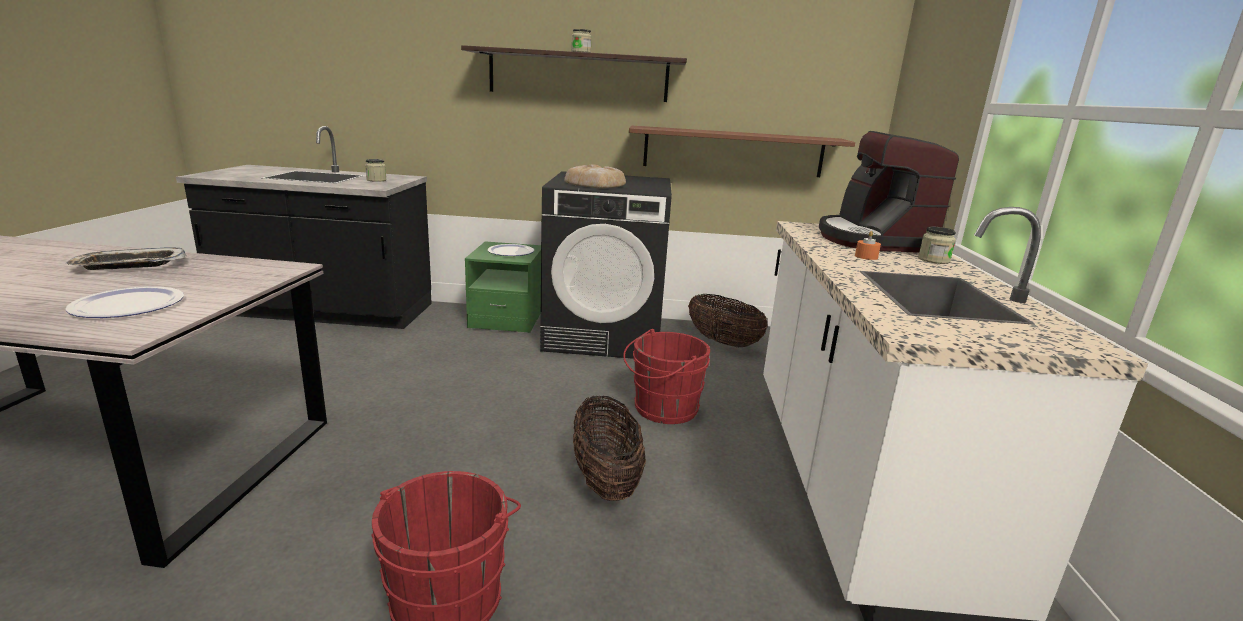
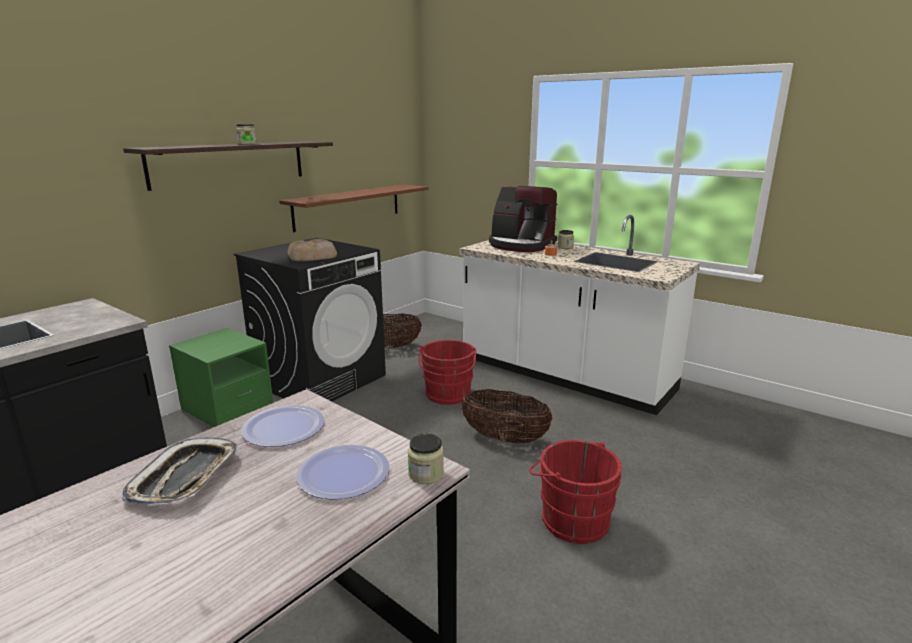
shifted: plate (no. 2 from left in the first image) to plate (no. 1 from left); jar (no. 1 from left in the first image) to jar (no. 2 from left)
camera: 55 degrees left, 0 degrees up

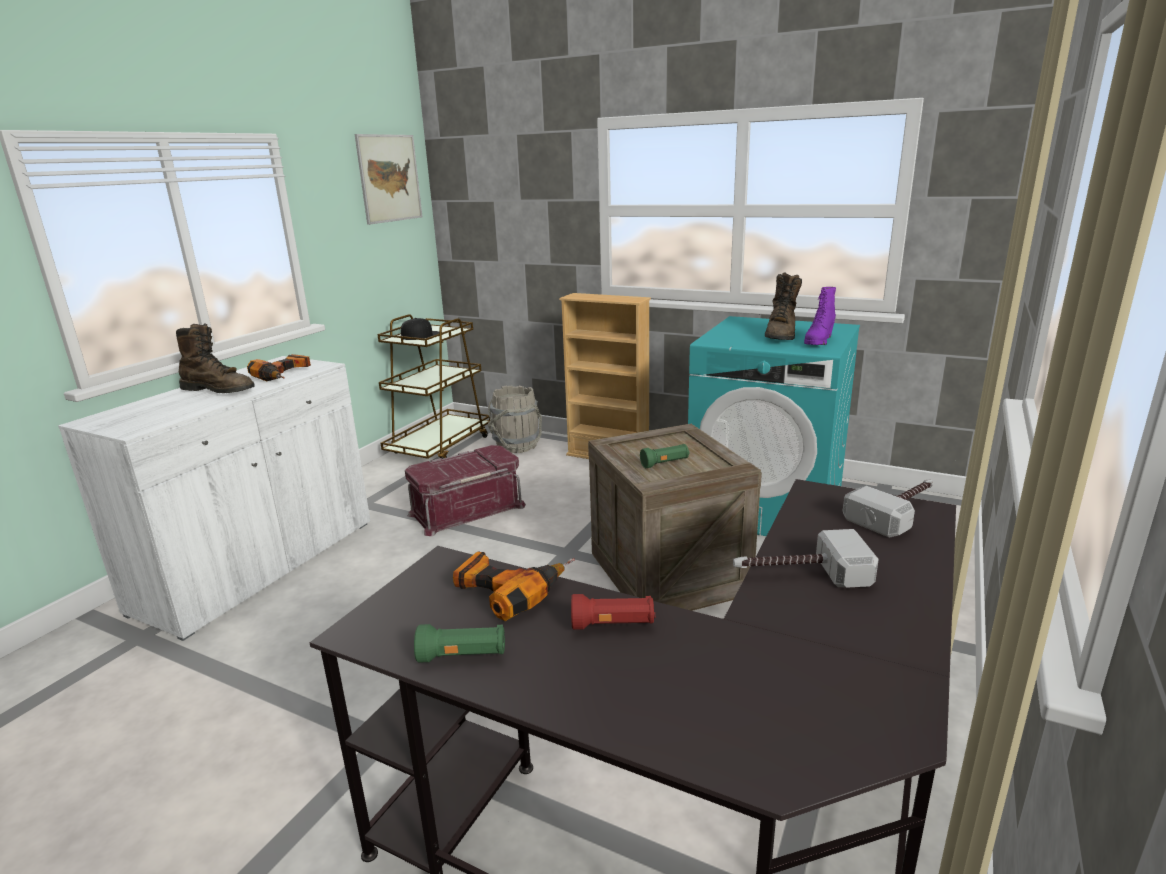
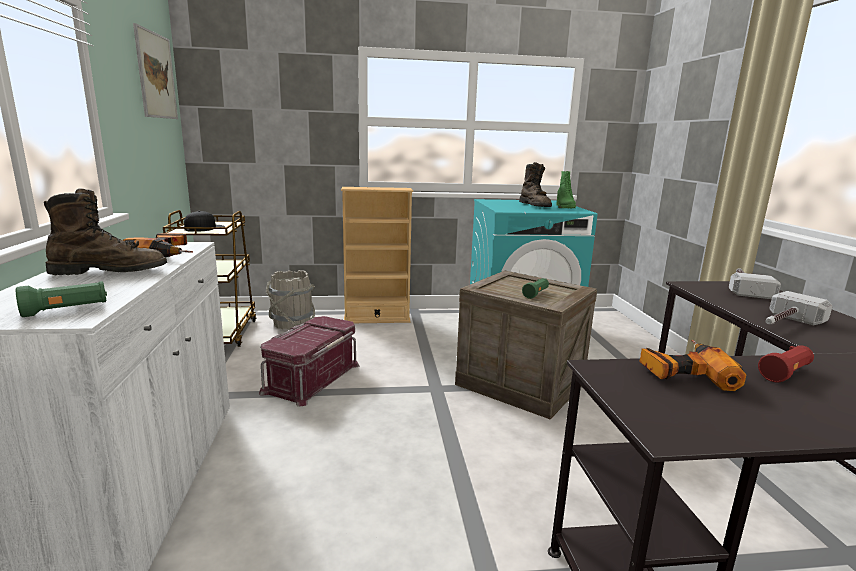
shifted: green flashlight (no. 1 from left)
repainted: purple boot to green boot
camera: 35 degrees left, 5 degrees down

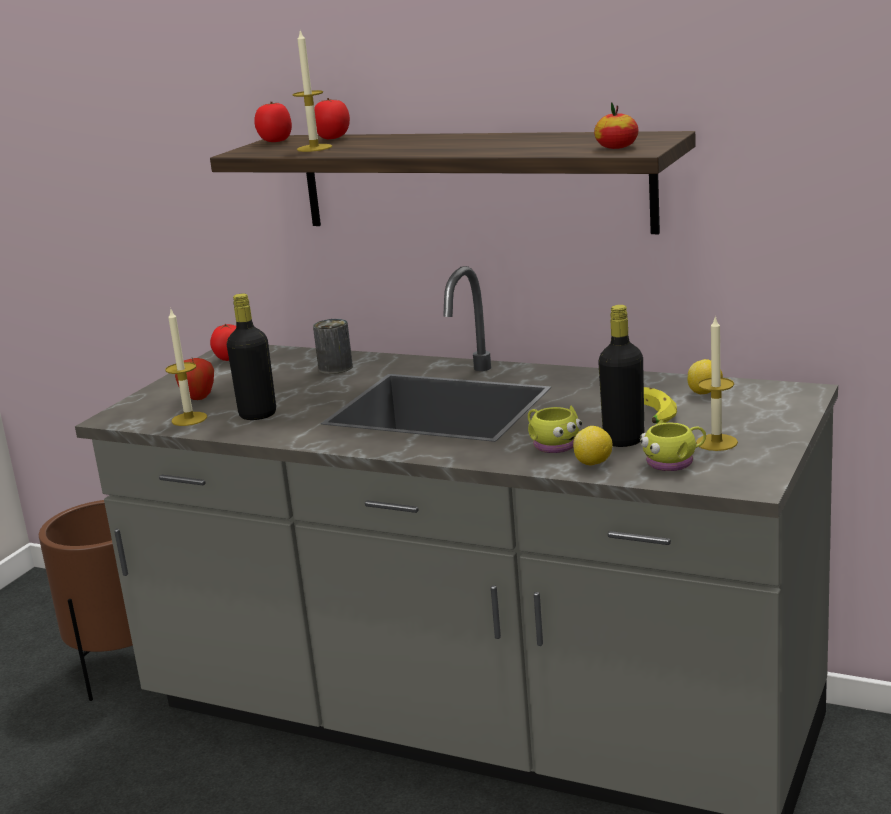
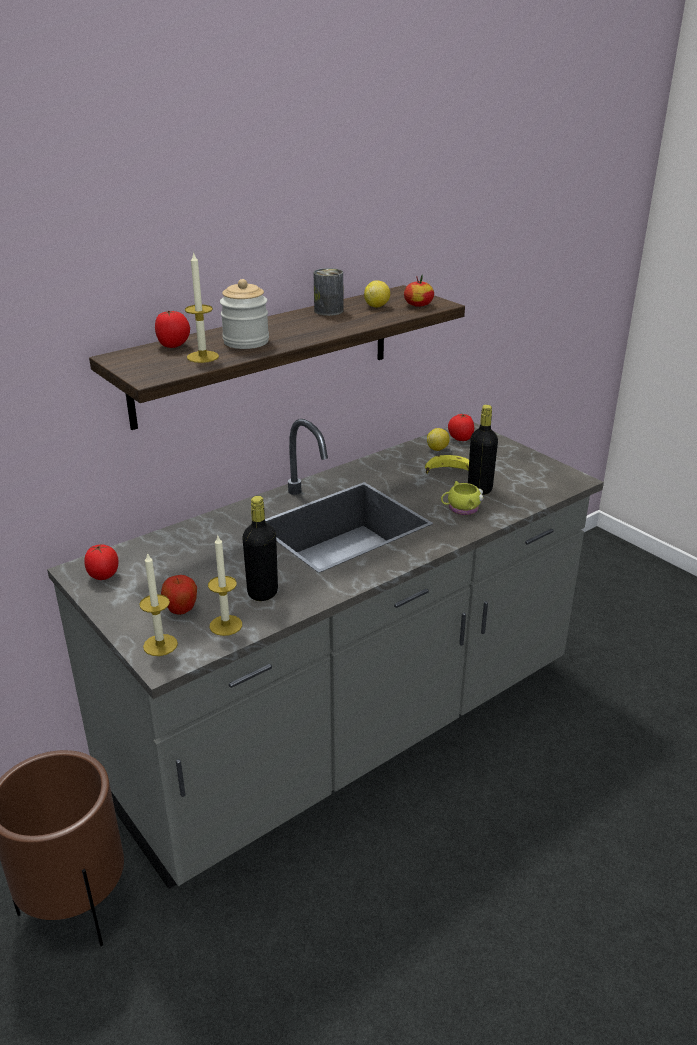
gone: yellow mug (no. 2 from left)
new: jar
shifted: candle (no. 3 from left in the first image) to candle (no. 1 from left); can; lemon (no. 1 from left); tomato (no. 2 from left in the first image) to tomato (no. 3 from left)
camera: 65 degrees left, 10 degrees up

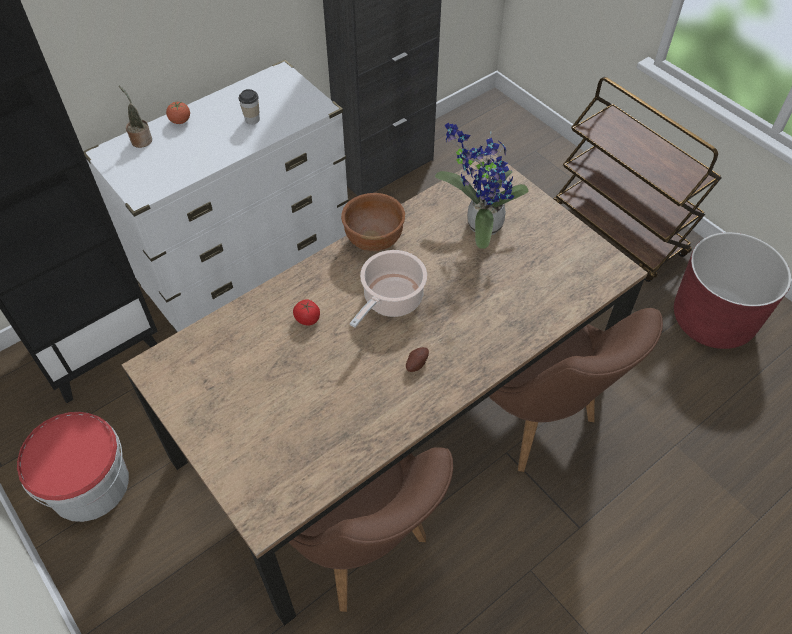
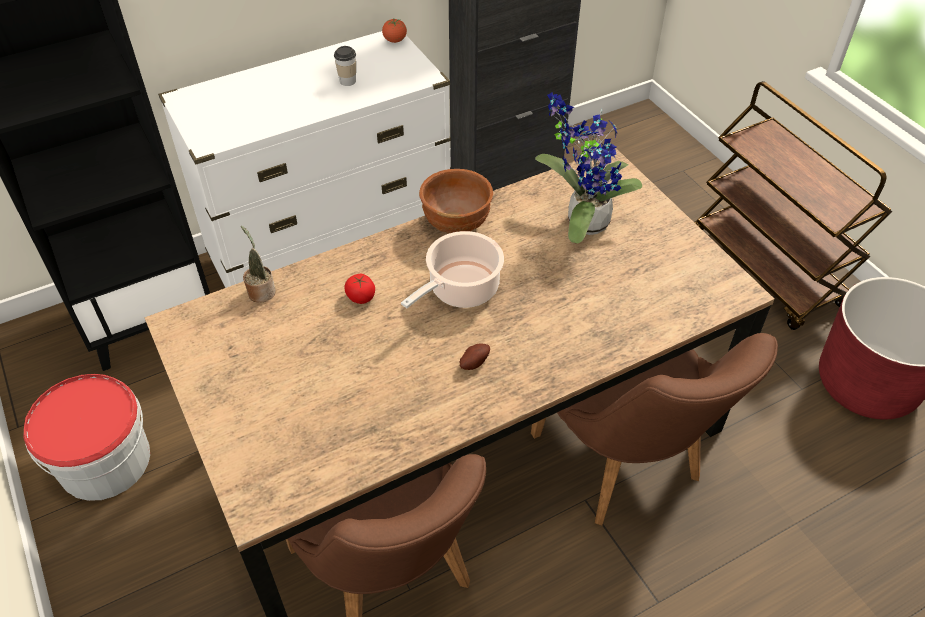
shifted: potted plant (no. 1 from left); tomato (no. 1 from left in the first image) to tomato (no. 2 from left)
camera: 10 degrees right, 5 degrees down

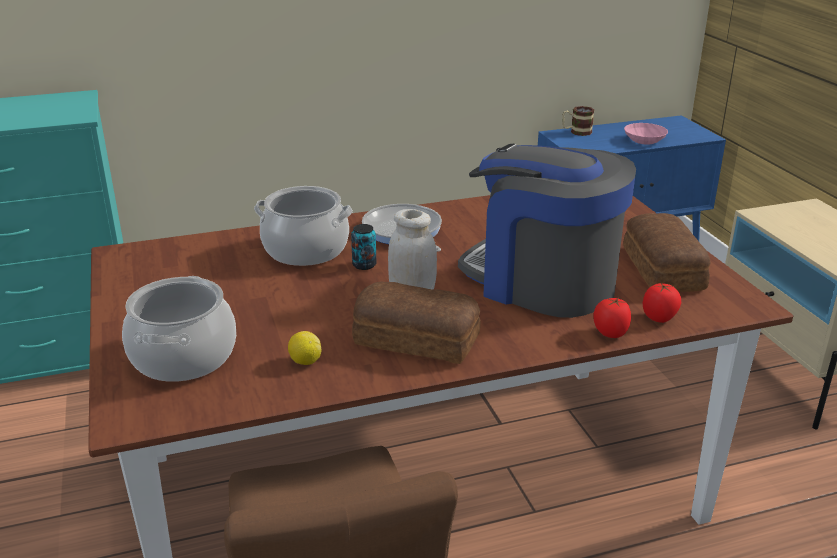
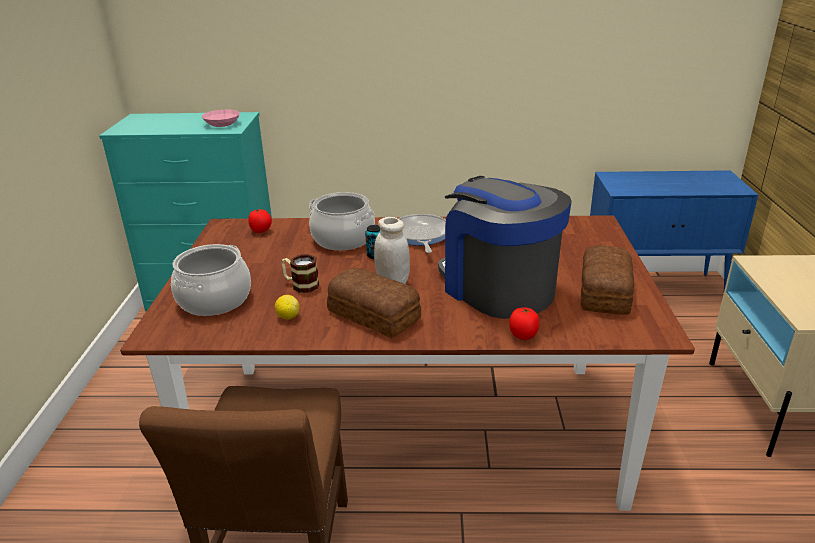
shifted: pink bowl; tomato (no. 2 from left in the first image) to tomato (no. 1 from left); mug
camera: 20 degrees right, 0 degrees up

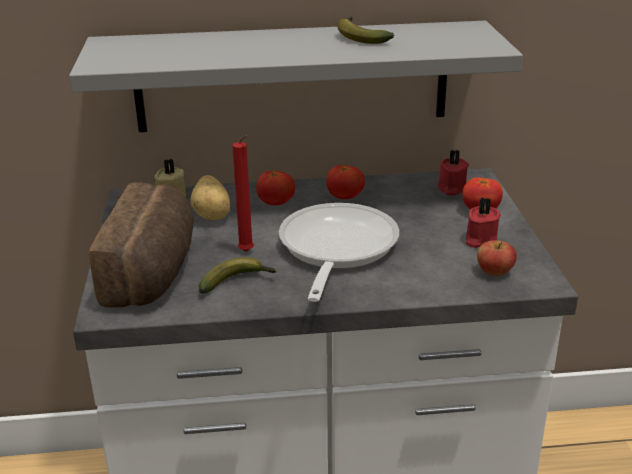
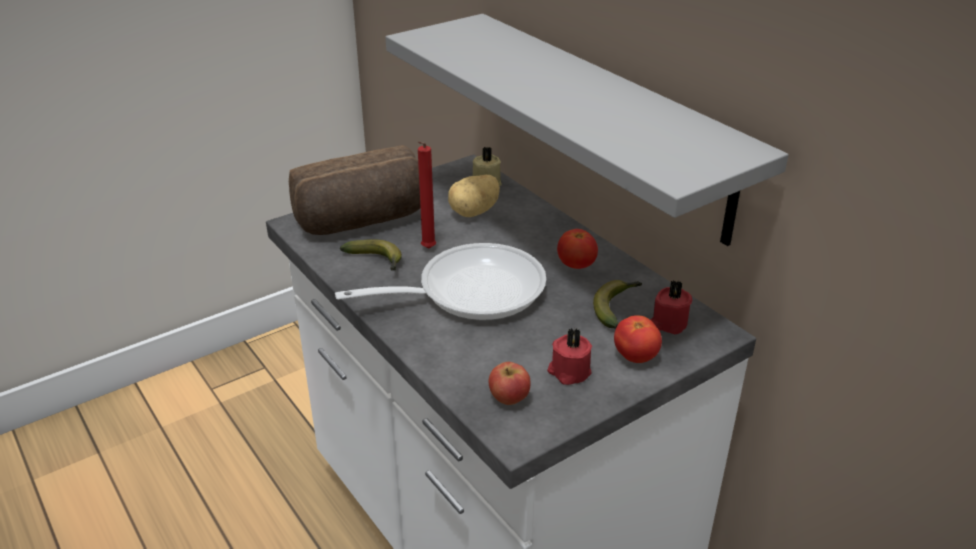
gone: tomato (no. 1 from left)
shifted: banana (no. 2 from left)
camera: 60 degrees right, 5 degrees up

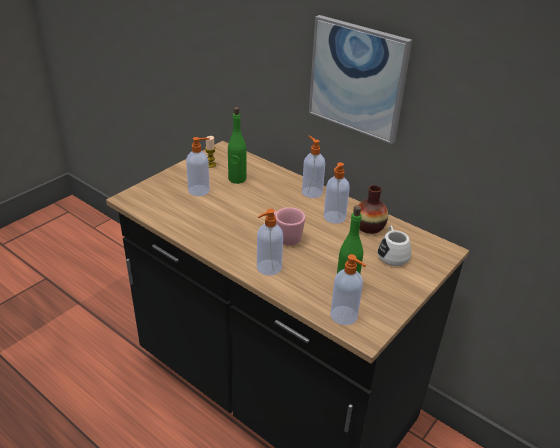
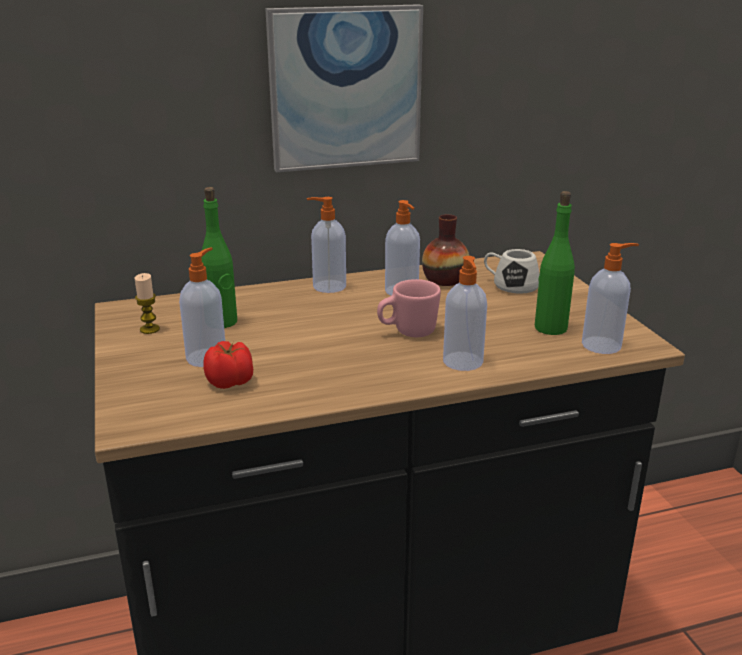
new: tomato
camera: 55 degrees left, 10 degrees down

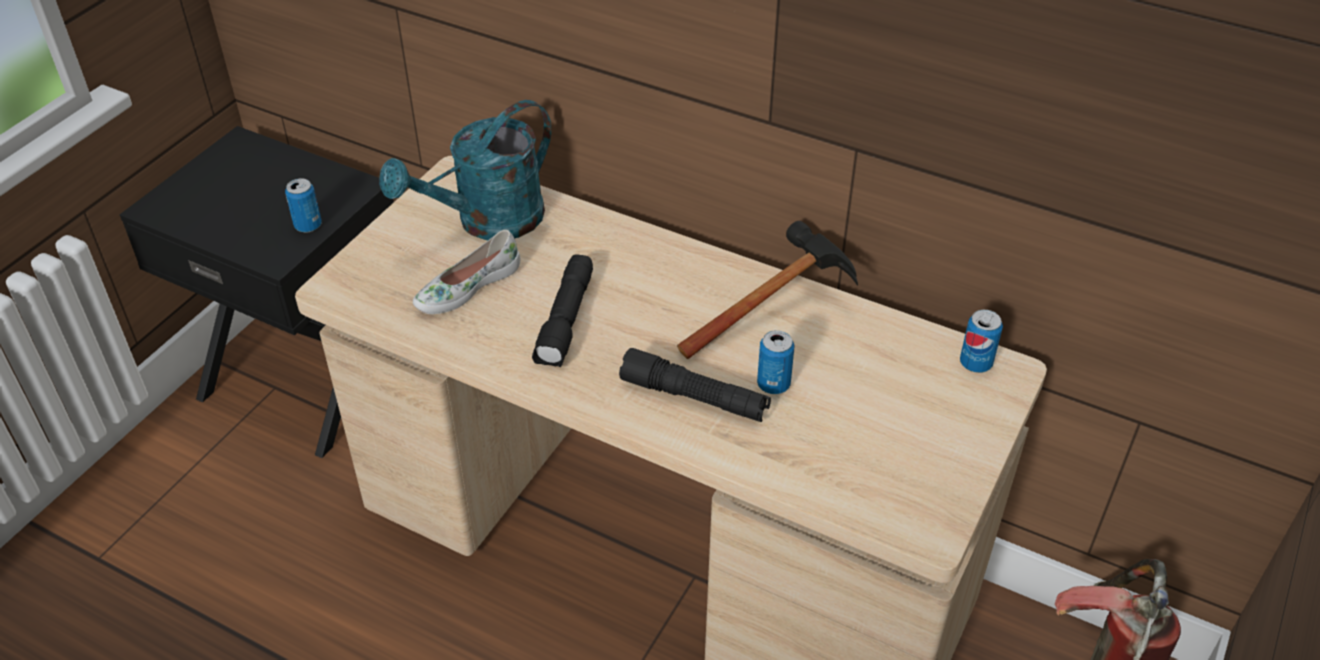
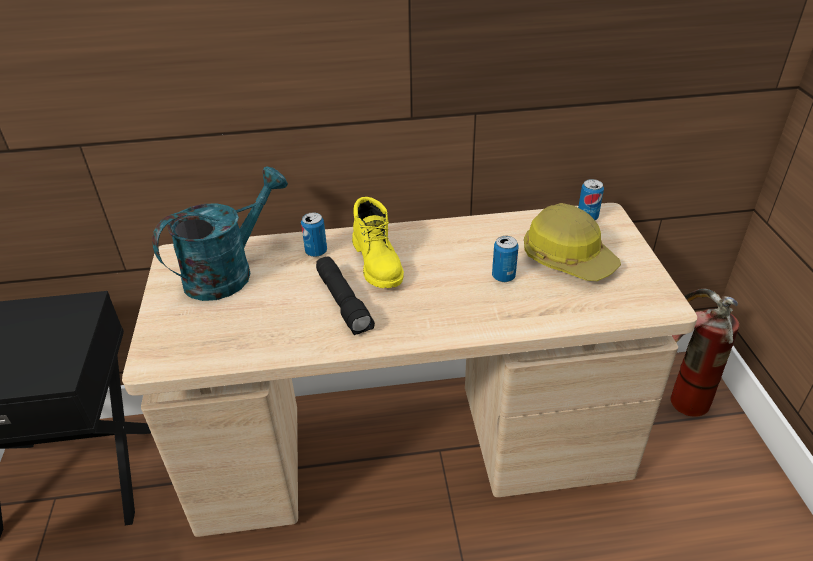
gone: white shoe; black flashlight (no. 2 from left); hammer
new: yellow boot; hard hat
shifted: can (no. 1 from left)
rotated: turquoise watering can 150 degrees counterclockwise
camera: 35 degrees left, 5 degrees down

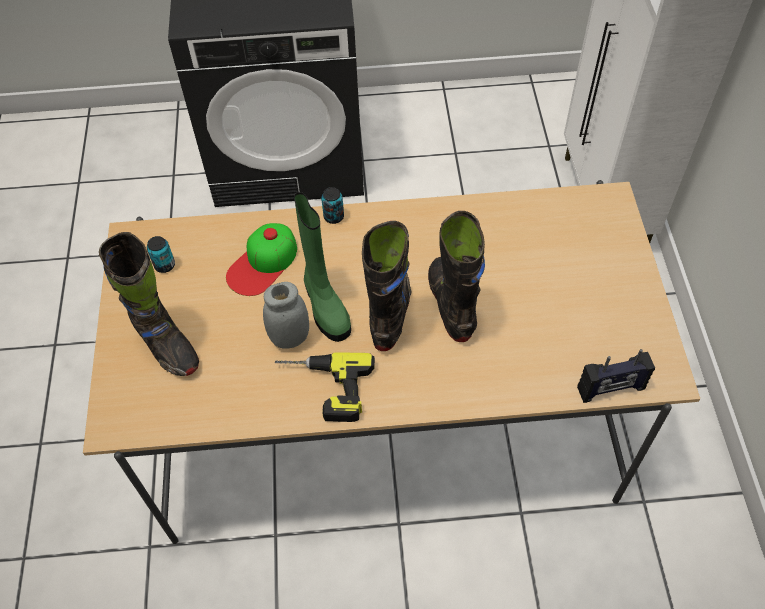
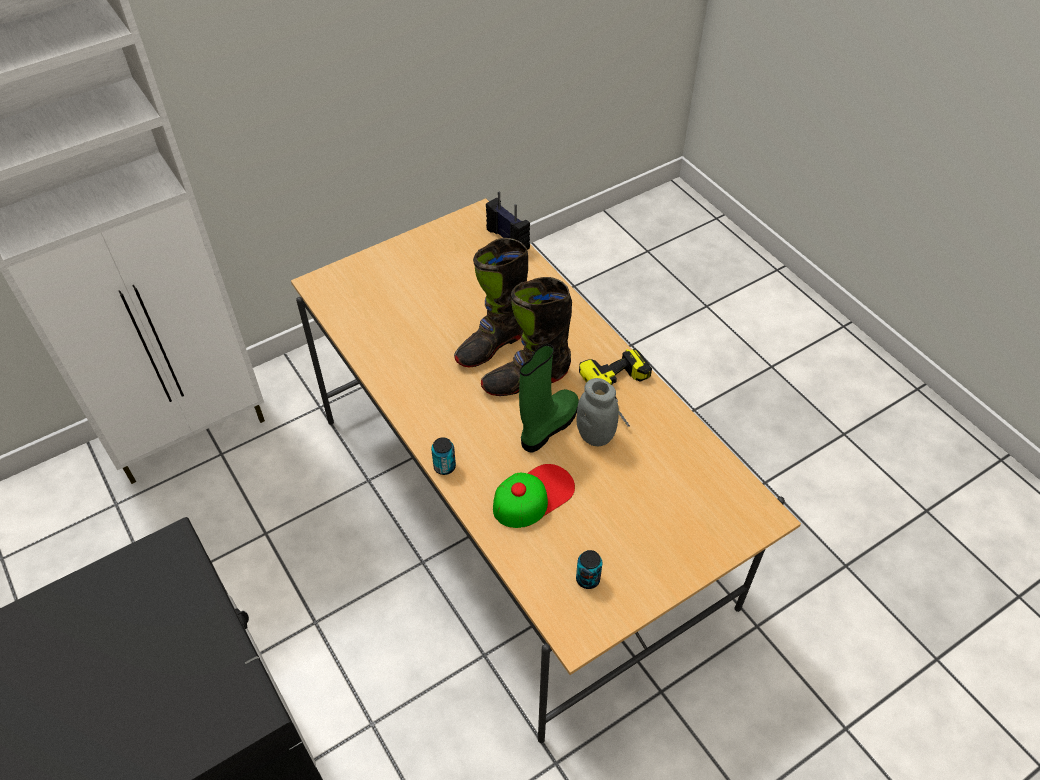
gone: black boot (no. 1 from left)
rotated: cap 45 degrees counterclockwise
camera: 120 degrees left, 5 degrees down

